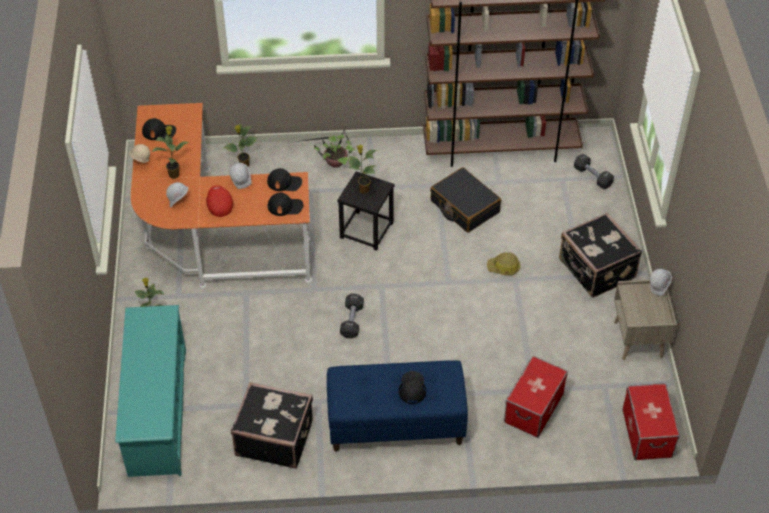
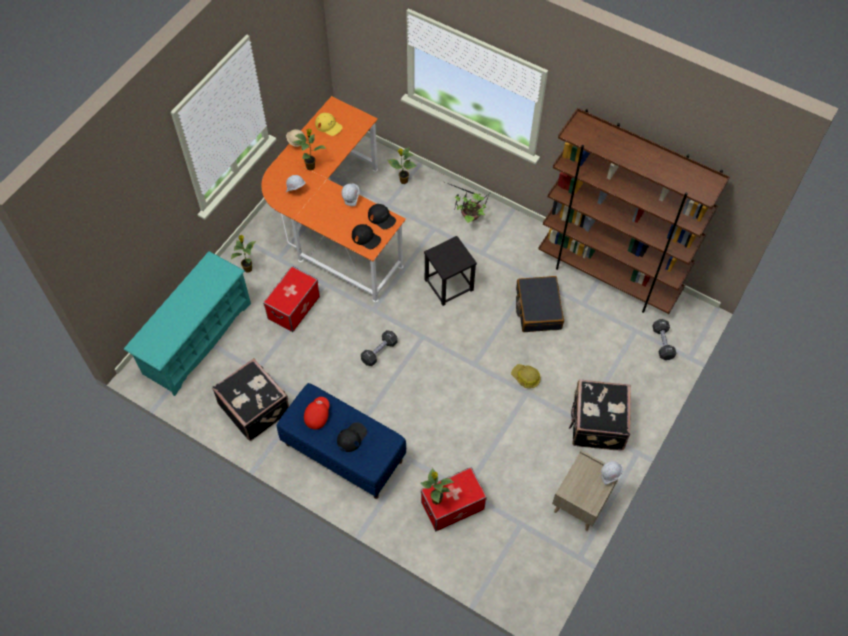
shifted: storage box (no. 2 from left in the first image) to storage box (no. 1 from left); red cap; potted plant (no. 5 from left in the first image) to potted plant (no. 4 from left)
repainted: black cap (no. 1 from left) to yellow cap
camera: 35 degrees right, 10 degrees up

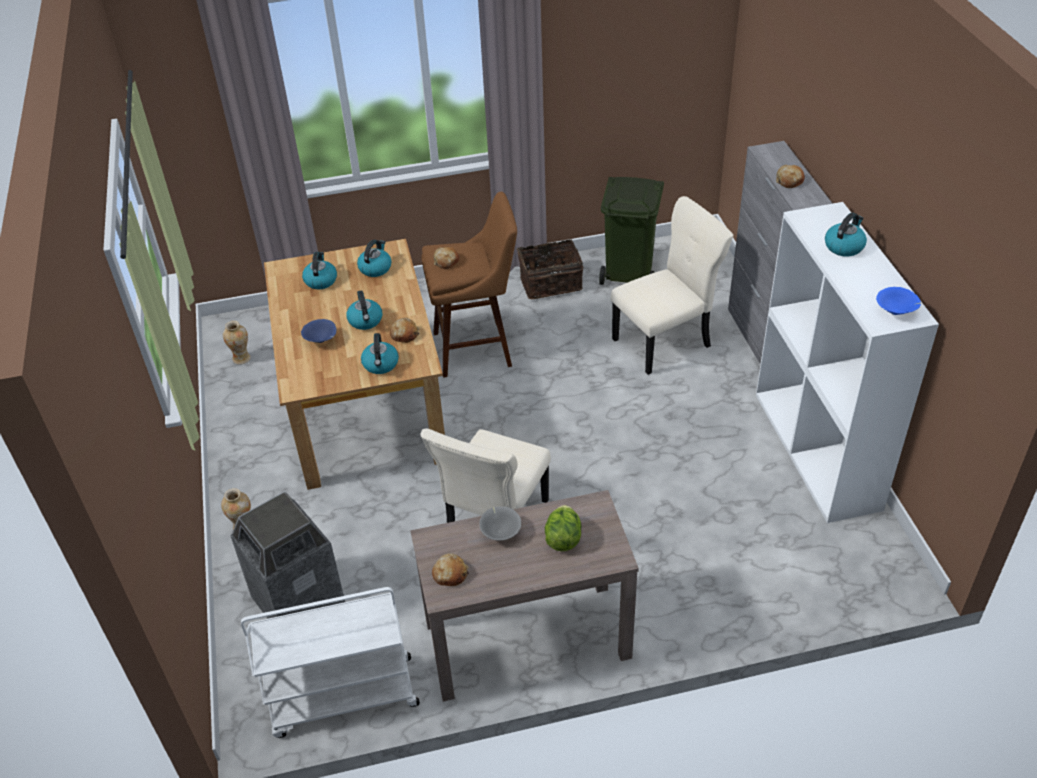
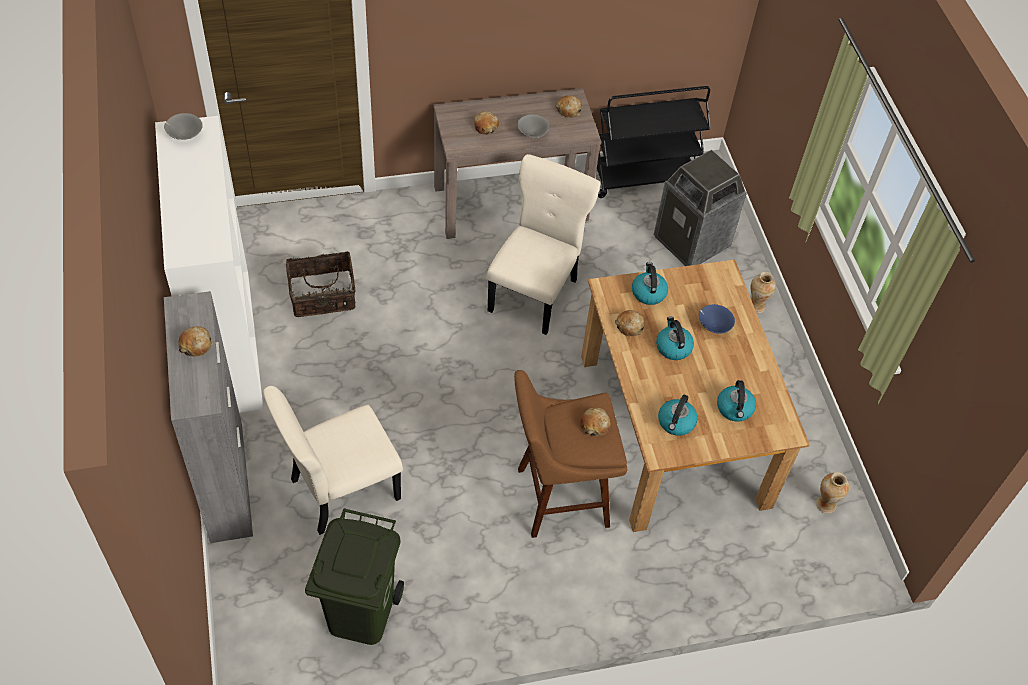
gone: kettle (no. 5 from left)
shifted: basket
swapped: lettuce to bread (no. 2 from left)
repainted: blue bowl (no. 2 from left) to grey bowl (no. 1 from left); white cart to black cart
camera: 175 degrees right, 10 degrees up

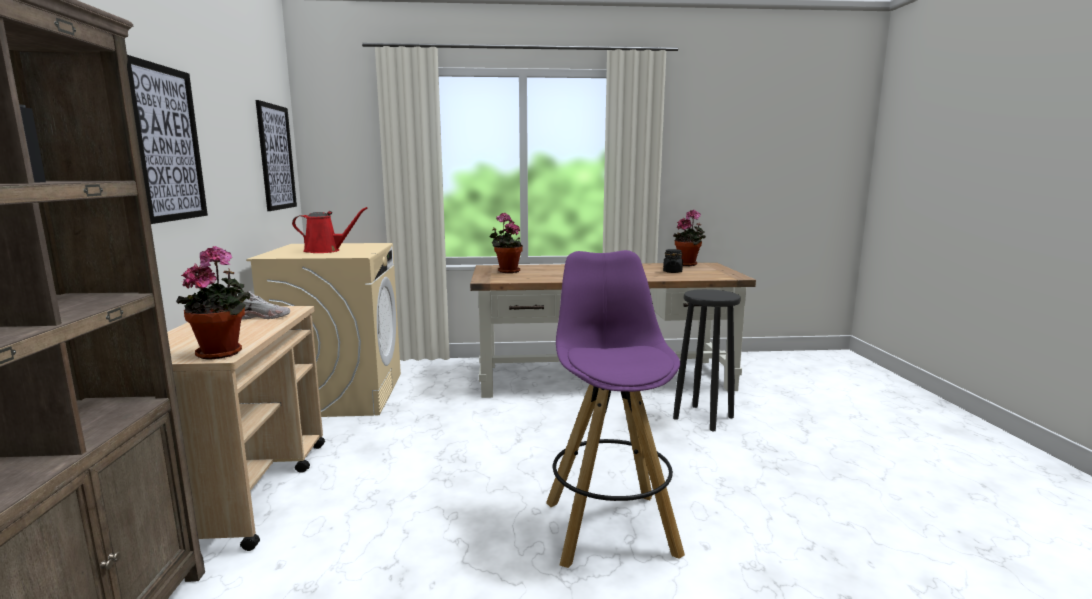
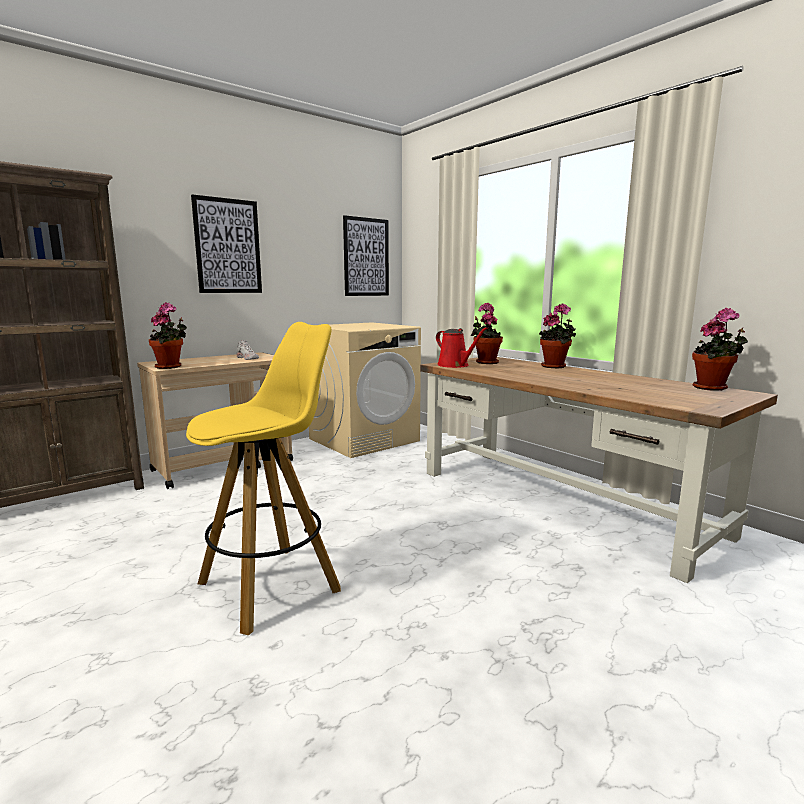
gone: black jar; black stool
new: potted plant (no. 3 from left)
shifted: red watering can
repainted: purple stool to yellow stool
camera: 55 degrees right, 0 degrees up

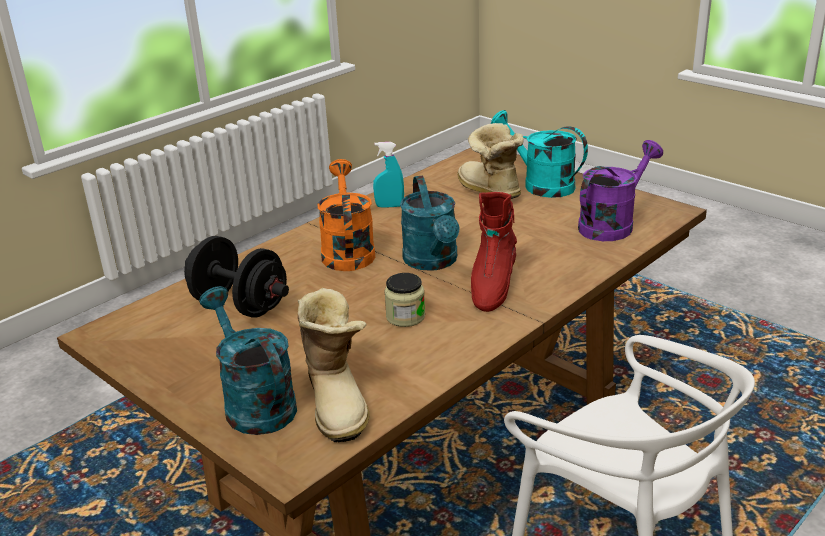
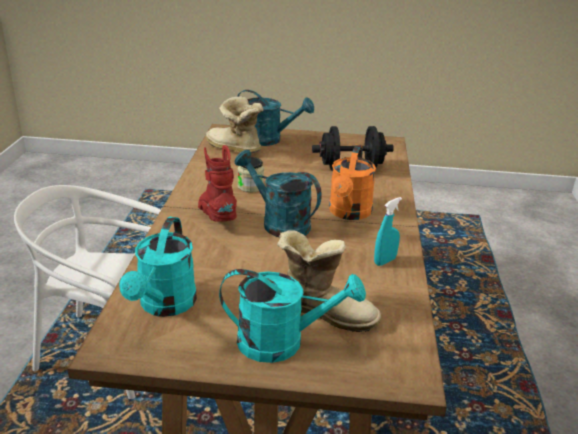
repainted: purple watering can to turquoise watering can (no. 1 from left)
rotated: orange watering can 60 degrees clockwise
camera: 140 degrees right, 0 degrees up

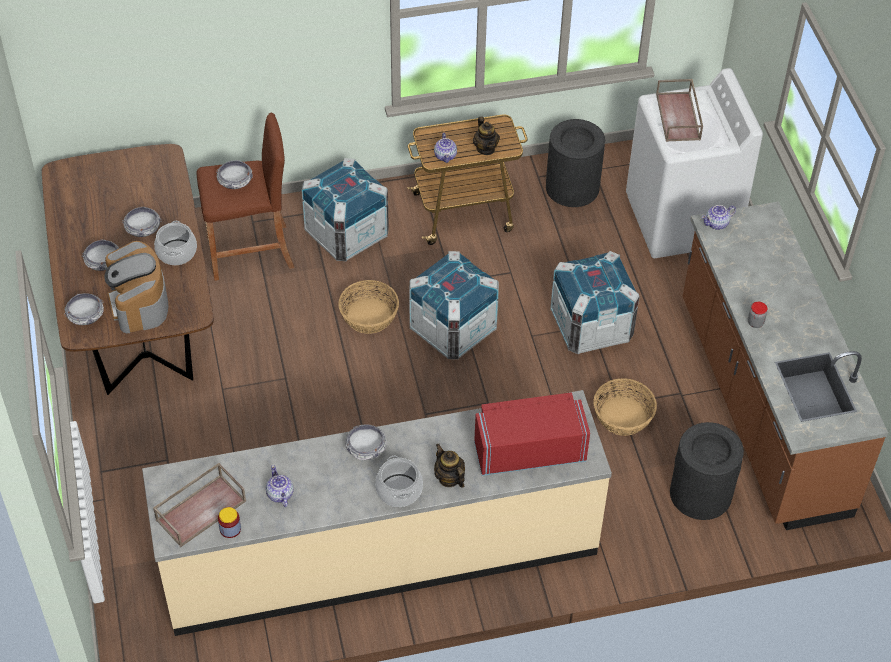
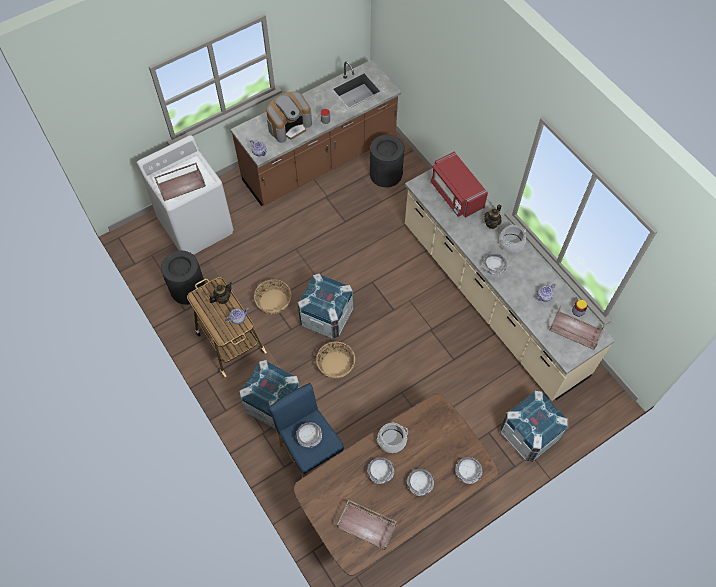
new: brown tray (no. 2 from left)
shifted: basket (no. 2 from left in the first image) to basket (no. 1 from left); coffee machine; crate (no. 3 from left)
repainted: brown stool to blue stool
camera: 110 degrees left, 10 degrees up

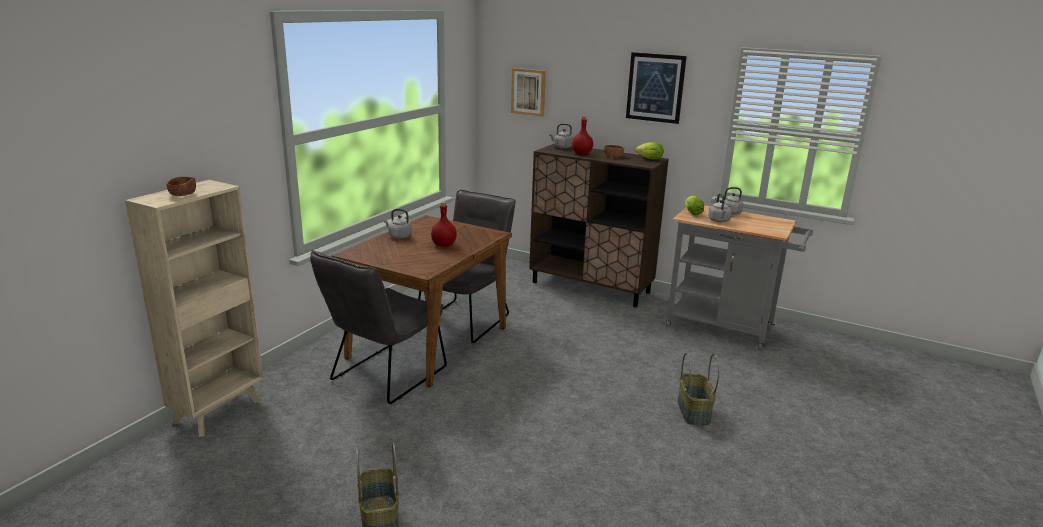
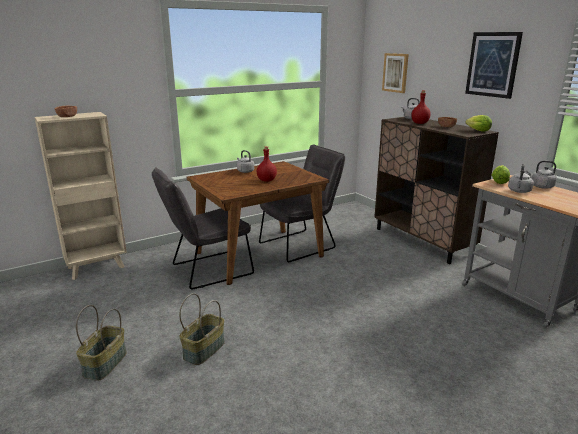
shifted: basket (no. 2 from left)
camera: 30 degrees right, 0 degrees up

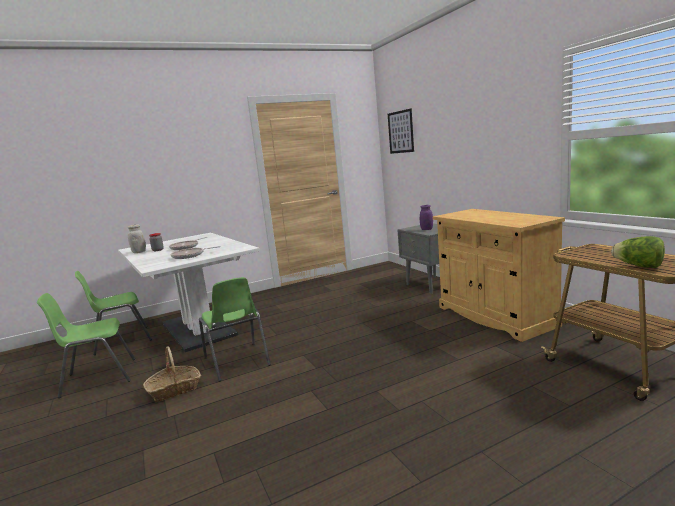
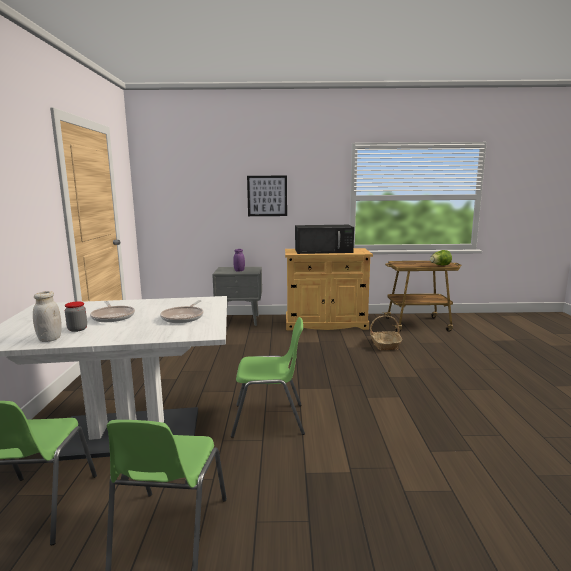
new: black microwave
shifted: picture; basket
camera: 65 degrees left, 0 degrees up

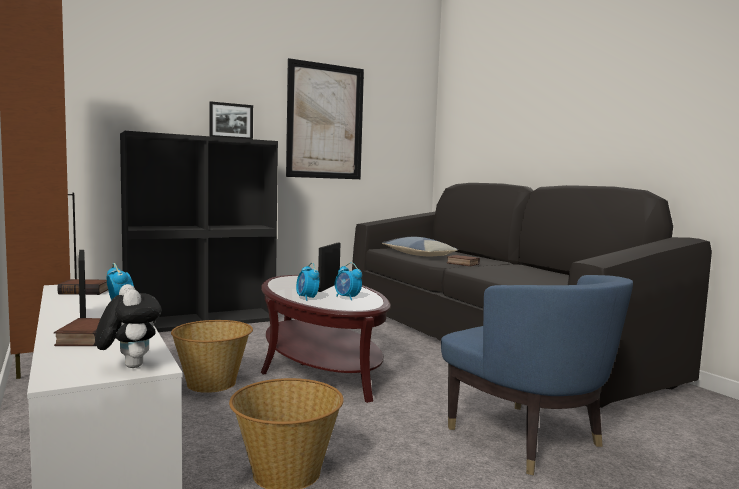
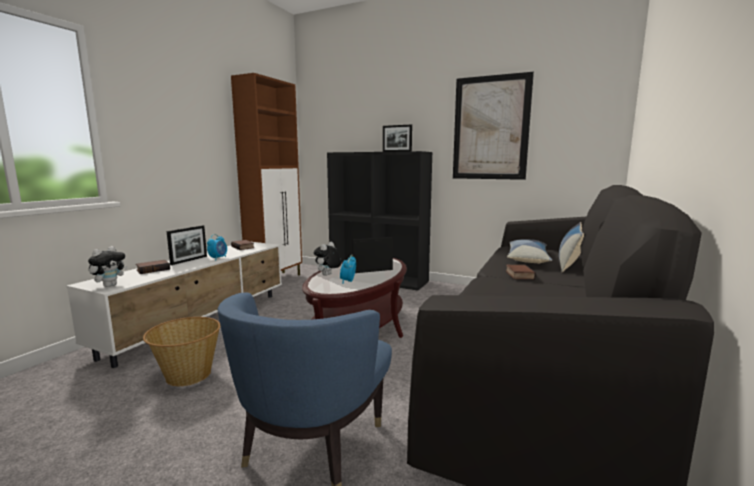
gone: basket (no. 1 from left)
new: pillow (no. 2 from left)
swapped: alarm clock (no. 2 from left) to plush toy (no. 2 from left)
camera: 55 degrees right, 5 degrees up

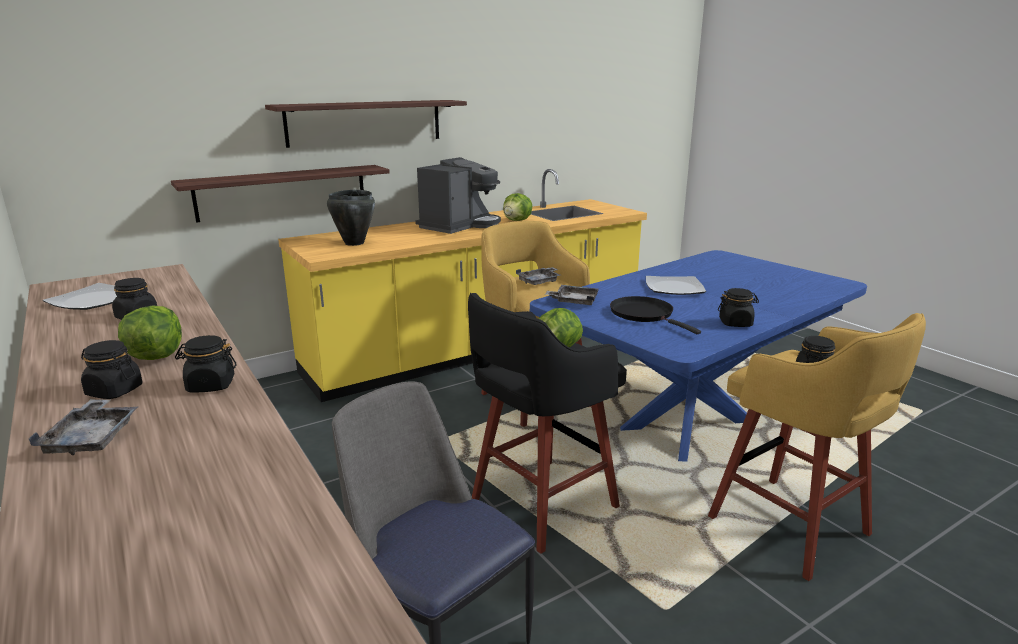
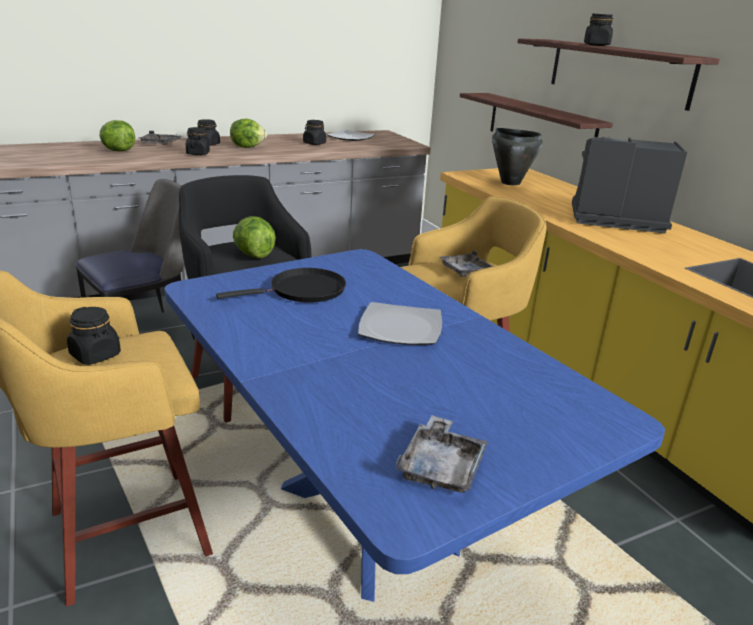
shifted: lettuce (no. 2 from left in the first image) to lettuce (no. 1 from left); grey tray (no. 3 from left in the first image) to grey tray (no. 2 from left); black jar (no. 4 from left in the first image) to black jar (no. 5 from left)
rotated: coffee machine 150 degrees clockwise
camera: 95 degrees right, 5 degrees up

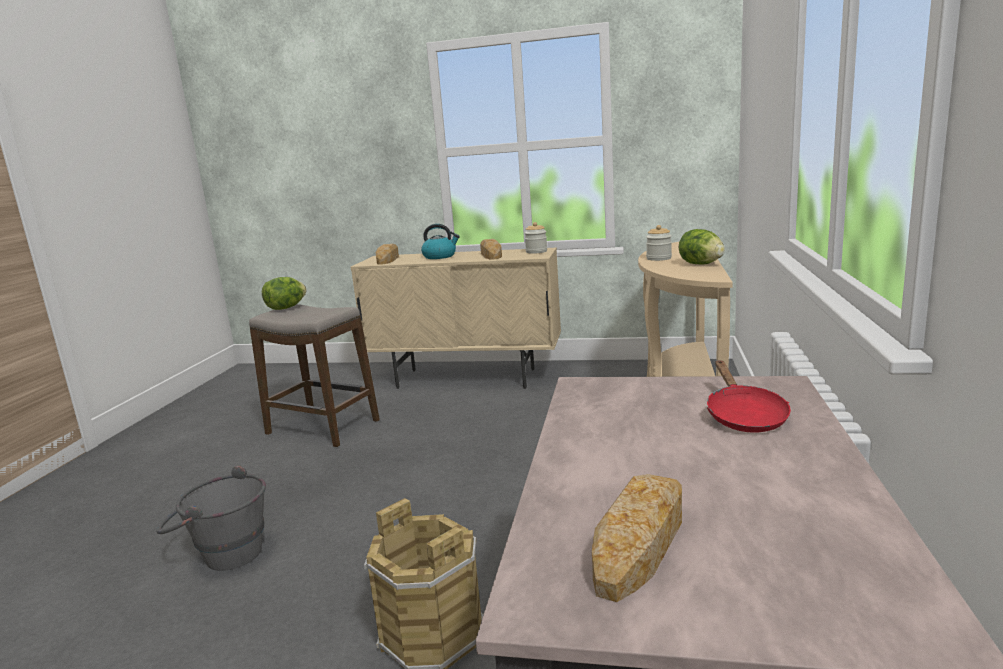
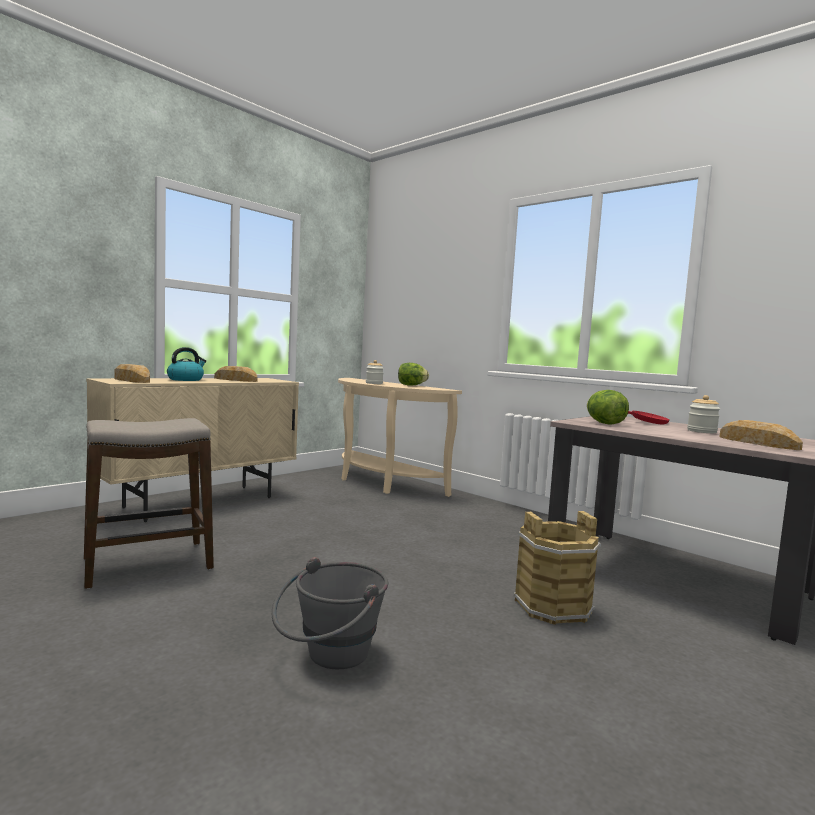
shifted: lettuce (no. 1 from left in the first image) to lettuce (no. 2 from left); jar (no. 1 from left in the first image) to jar (no. 2 from left)
camera: 60 degrees left, 10 degrees down

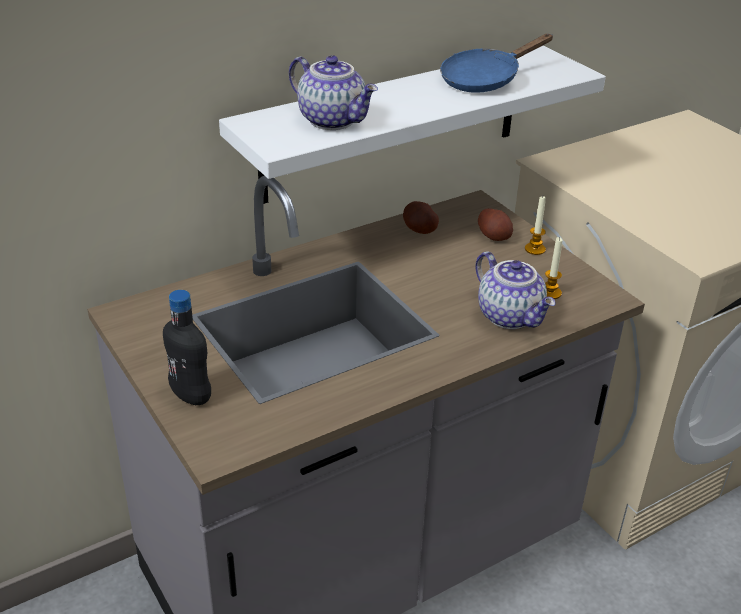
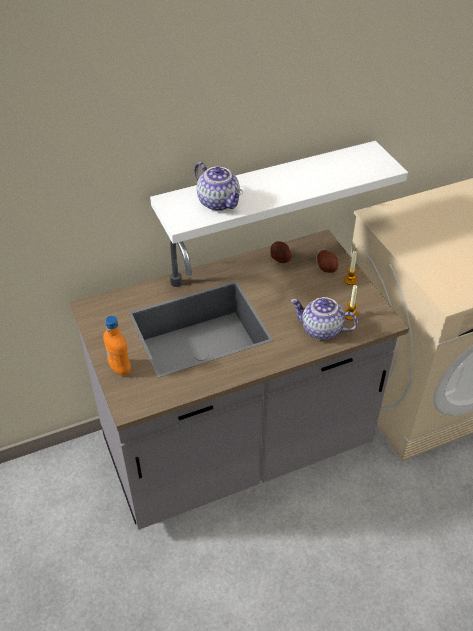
gone: blue frying pan
repainted: black bottle to orange bottle
rotated: teapot (no. 2 from left) 135 degrees clockwise
camera: 10 degrees right, 10 degrees up

